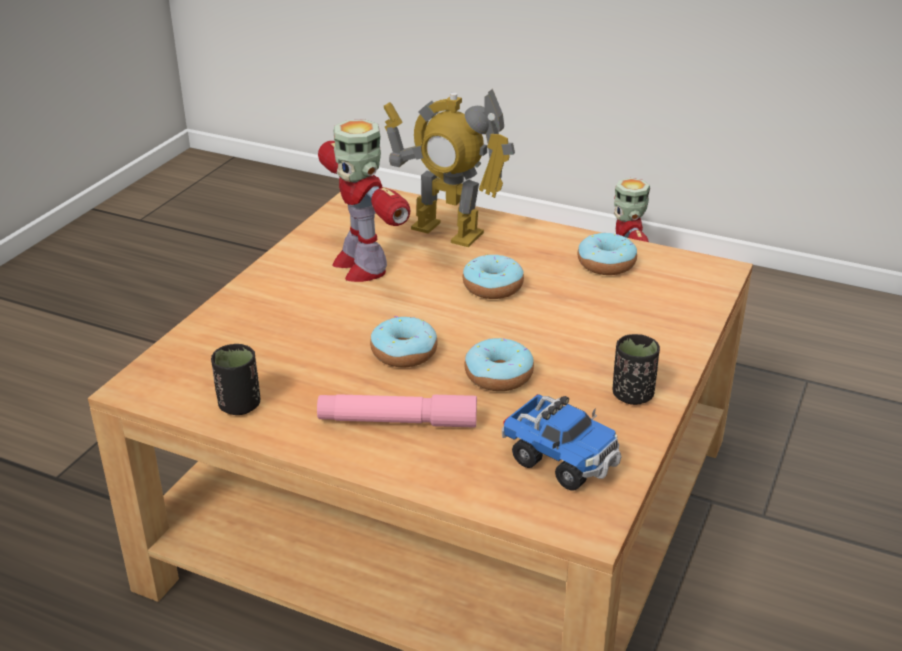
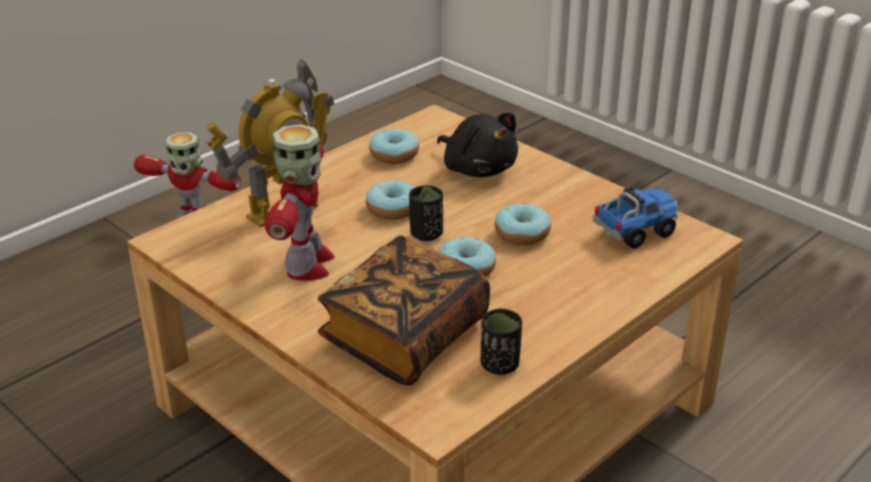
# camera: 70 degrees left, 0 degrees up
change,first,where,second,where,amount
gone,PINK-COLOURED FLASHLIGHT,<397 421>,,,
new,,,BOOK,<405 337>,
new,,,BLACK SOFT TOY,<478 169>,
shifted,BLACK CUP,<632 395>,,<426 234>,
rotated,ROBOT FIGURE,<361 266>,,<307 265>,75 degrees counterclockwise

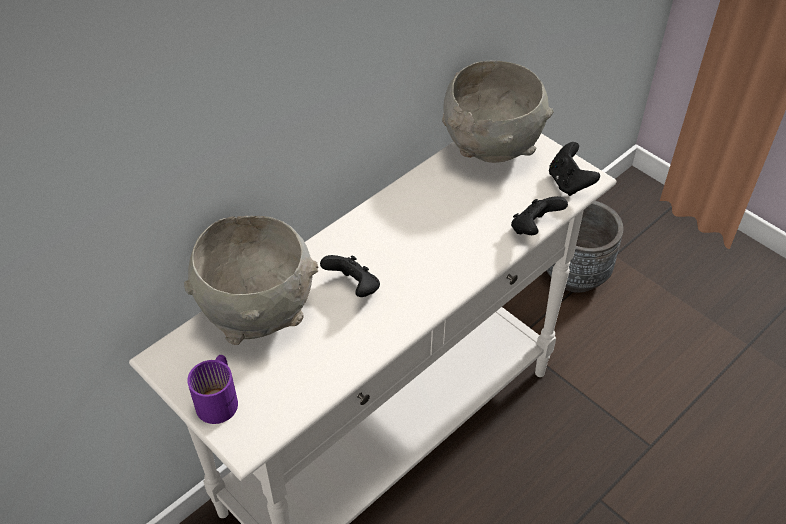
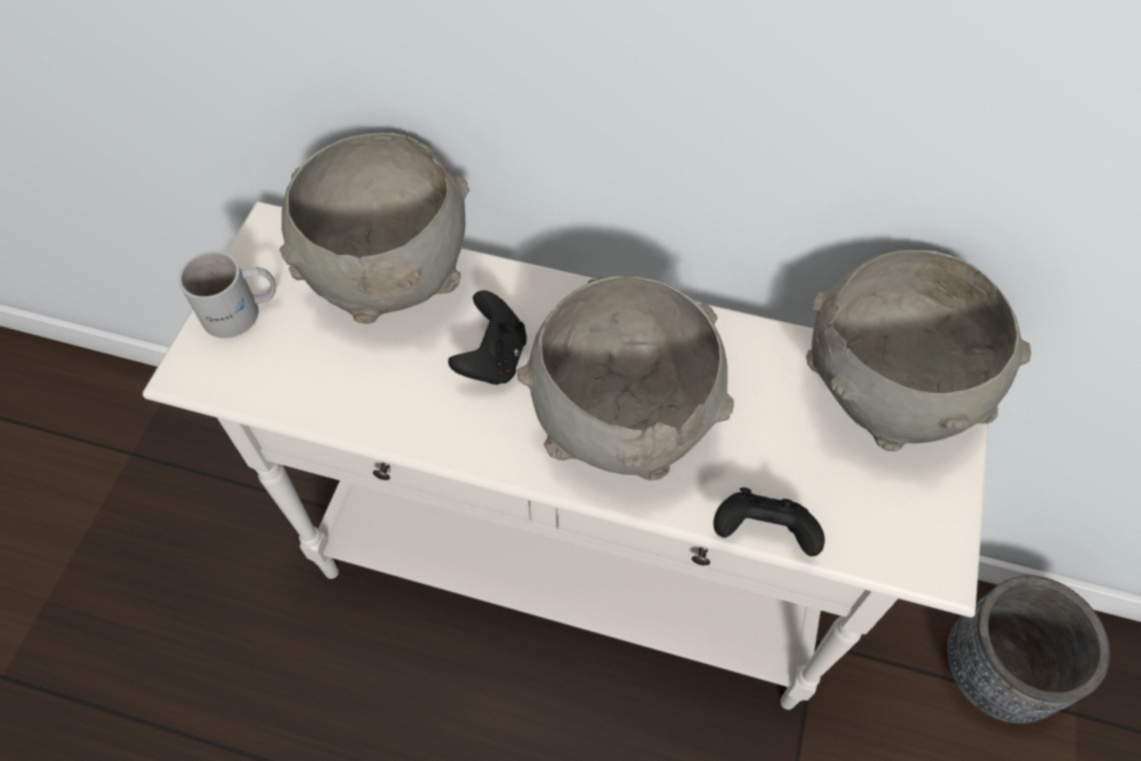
# camera: 60 degrees right, 10 degrees up
change,first,where,second,where,amount
gone,BLACK GAMEPAD,<569 183>,,,
new,,,GRAY BOWL,<622 423>,
repainted,PURPLISH COFFEE MUG,<220 398>,WHITISH COFFEE MUG,<242 312>,

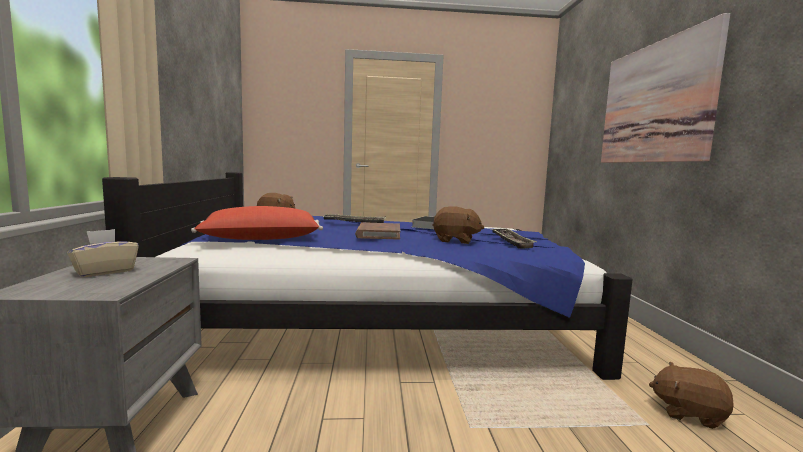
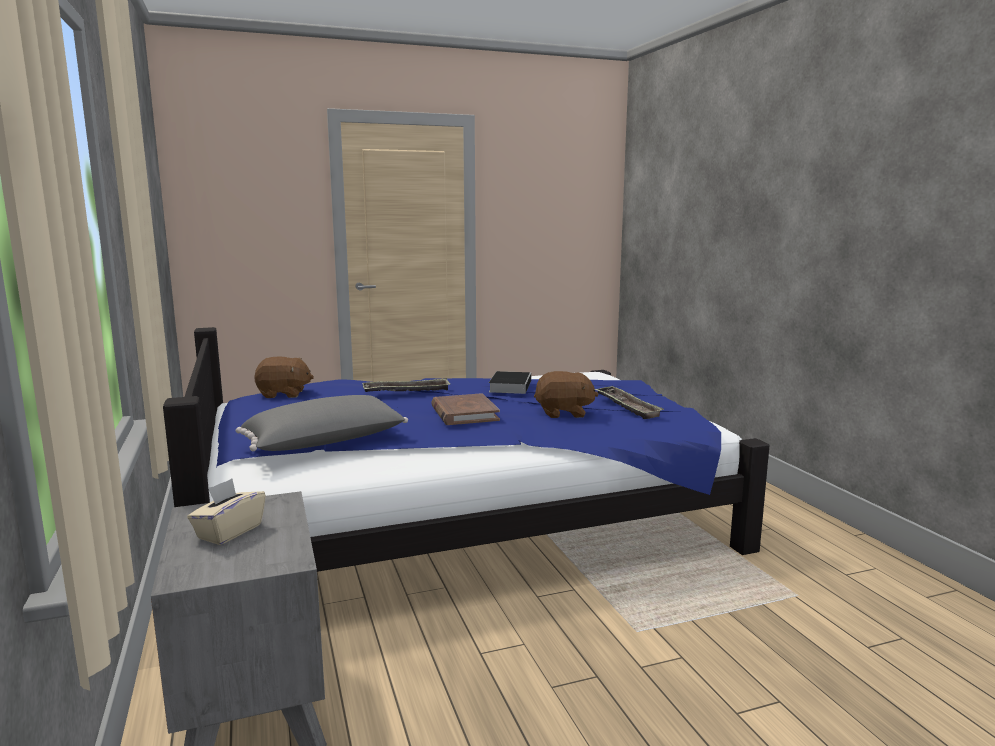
# camera: 15 degrees left, 5 degrees up
change,first,where,second,where,amount
gone,WALL PICTURE,<654 103>,,,
gone,BROWNISH SOFT TOY,<688 413>,,,
repainted,RED CUSHION,<261 240>,GRAY CUSHION,<325 444>,

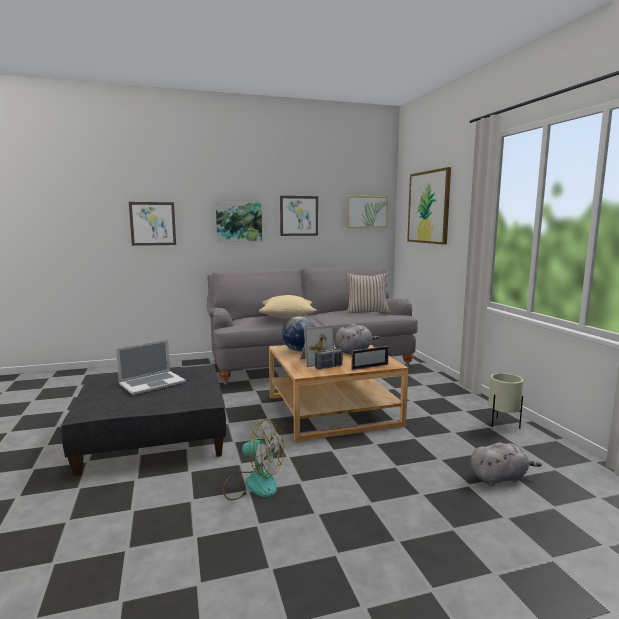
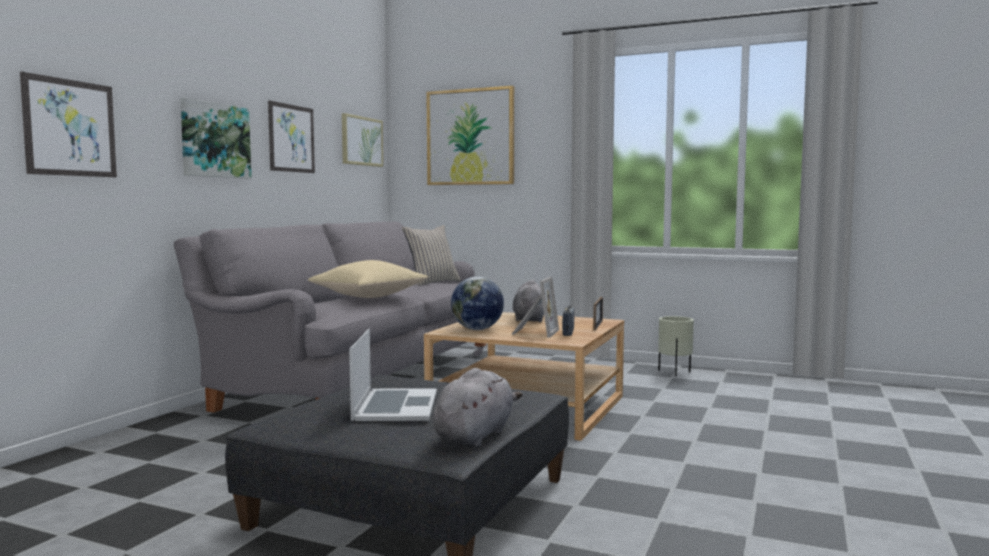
# camera: 50 degrees left, 5 degrees down
change,first,where,second,where,amount
gone,COOLING FAN,<253 484>,,,
shifted,GRAY SOFT TOY,<499 478>,,<475 435>,

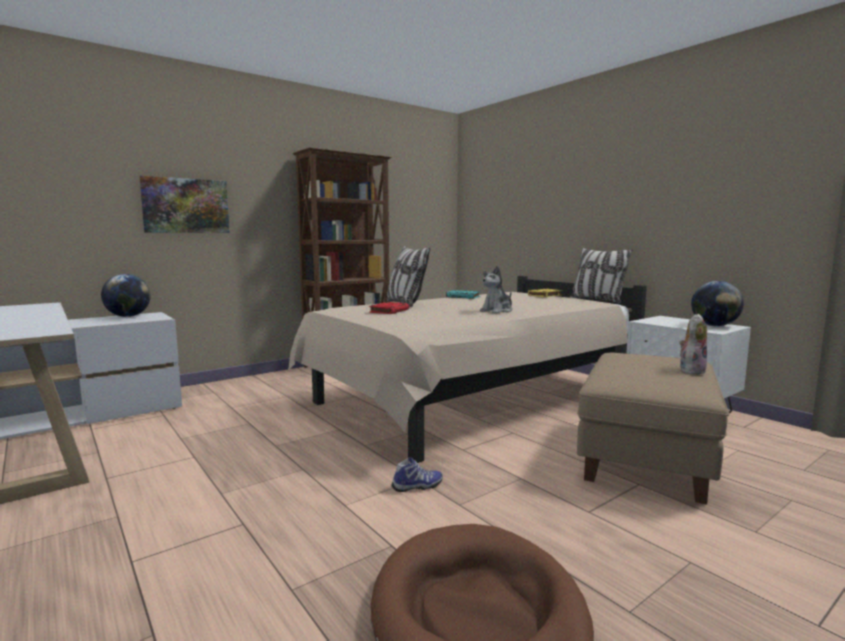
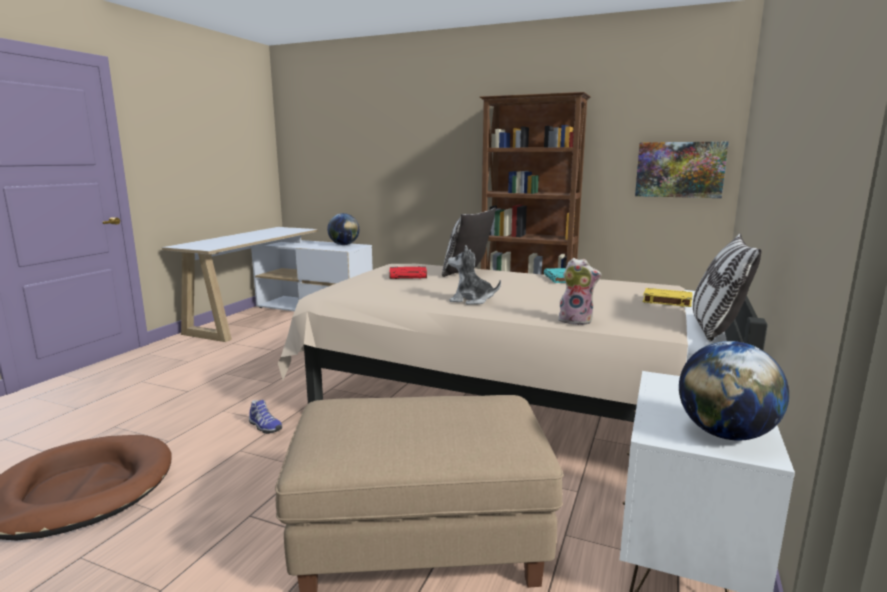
# camera: 60 degrees right, 5 degrees up
change,first,where,second,where,amount
shifted,WALL PICTURE,<186 205>,,<680 169>,
shifted,SOFT TOY,<691 370>,,<576 321>,

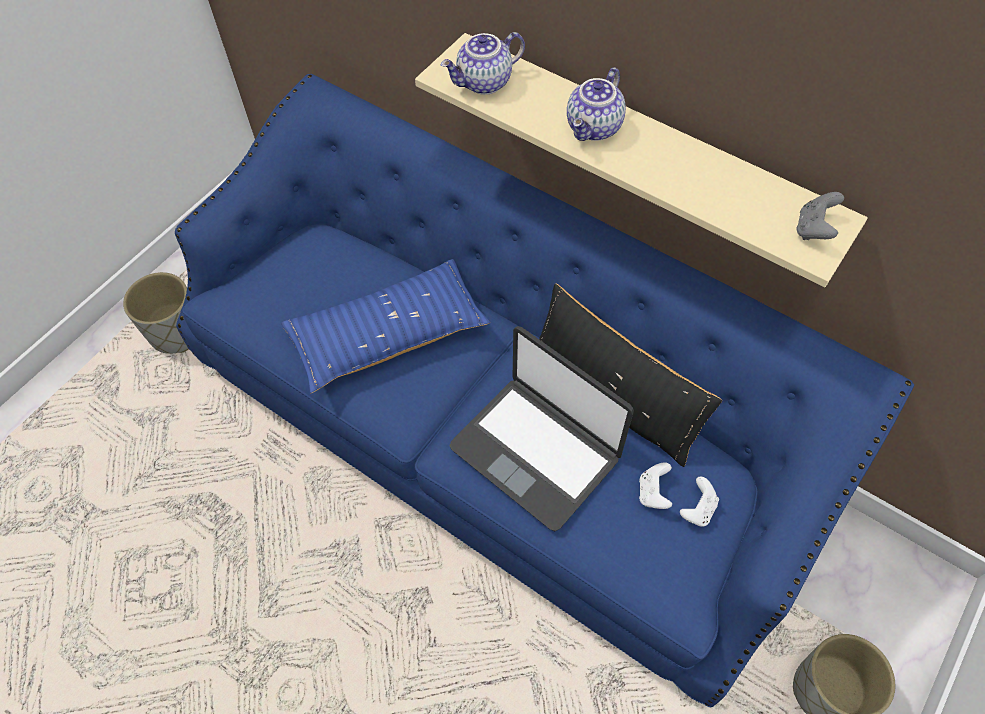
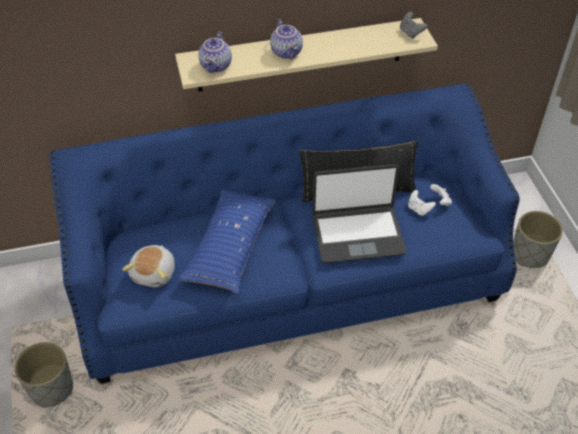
# camera: 50 degrees left, 10 degrees down
change,first,where,second,where,amount
new,,,SOFT TOY,<154 273>,

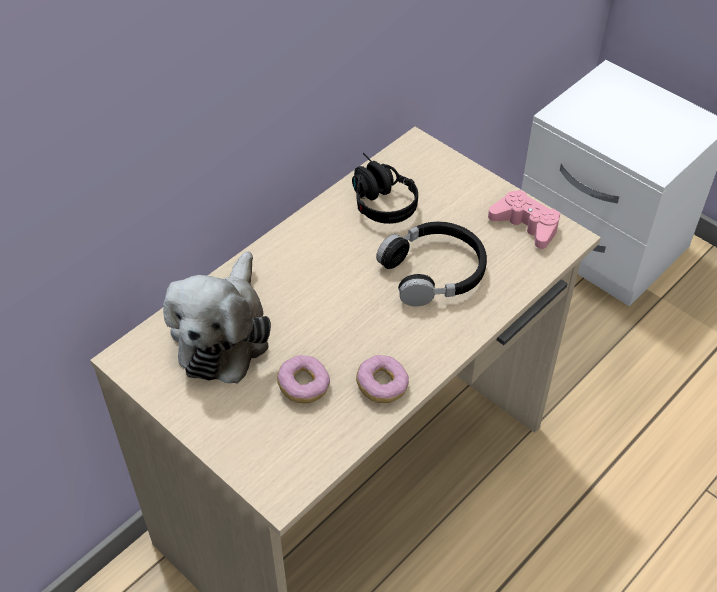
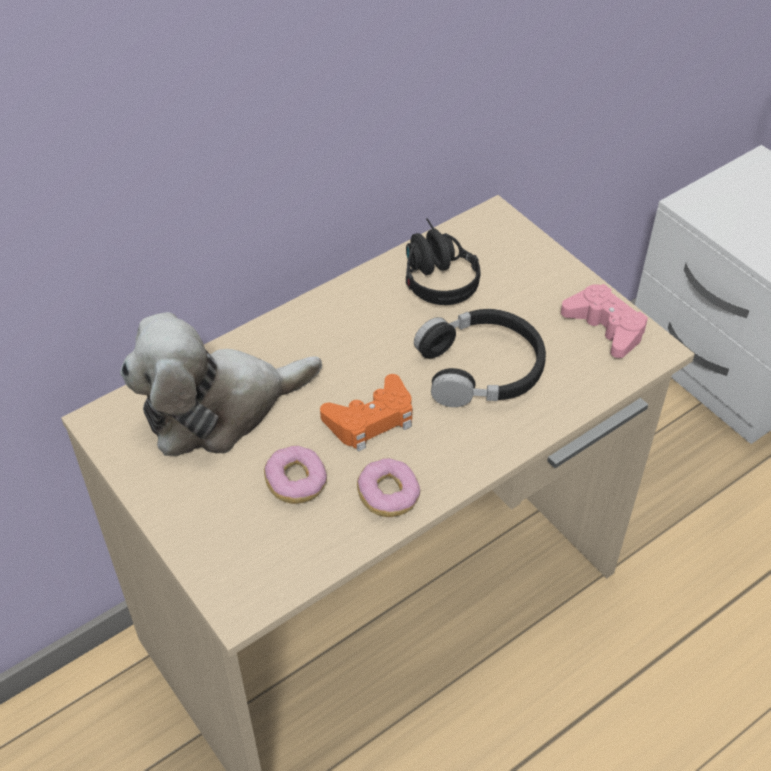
# camera: 10 degrees right, 0 degrees up
change,first,where,second,where,amount
new,,,ORANGE-COLOURED GAMEPAD,<371 419>,
rotated,SOFT TOY,<223 333>,,<218 408>,45 degrees clockwise

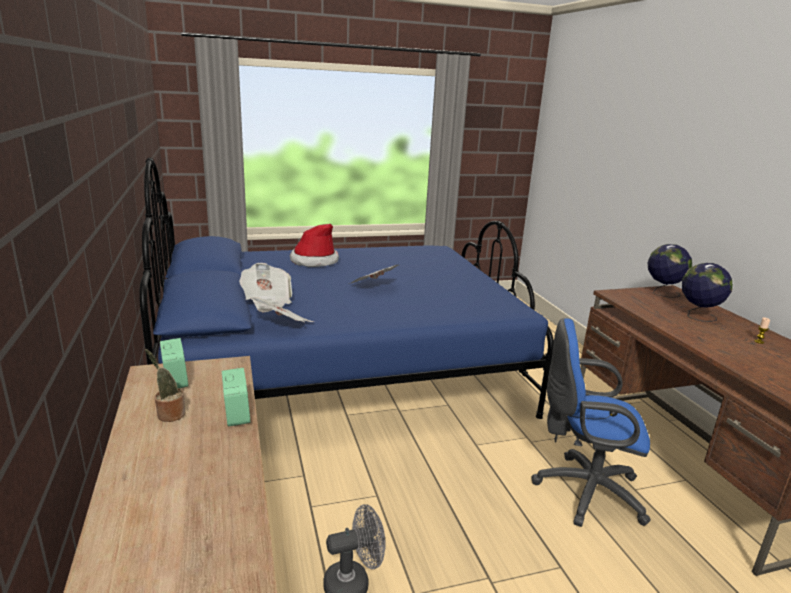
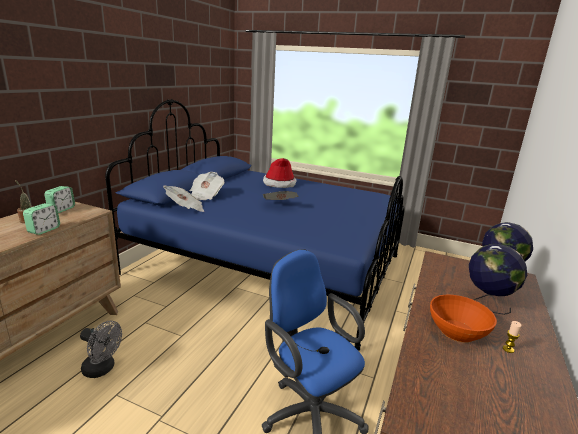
# camera: 40 degrees right, 0 degrees up
change,first,where,second,where,amount
new,,,ORANGE-COLOURED BOWL,<458 331>,

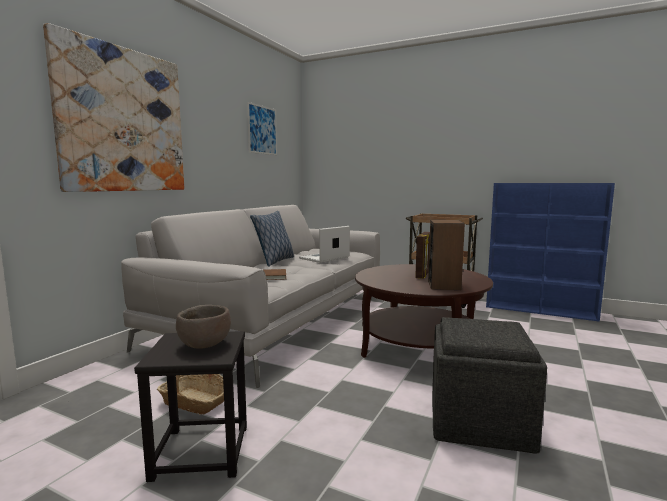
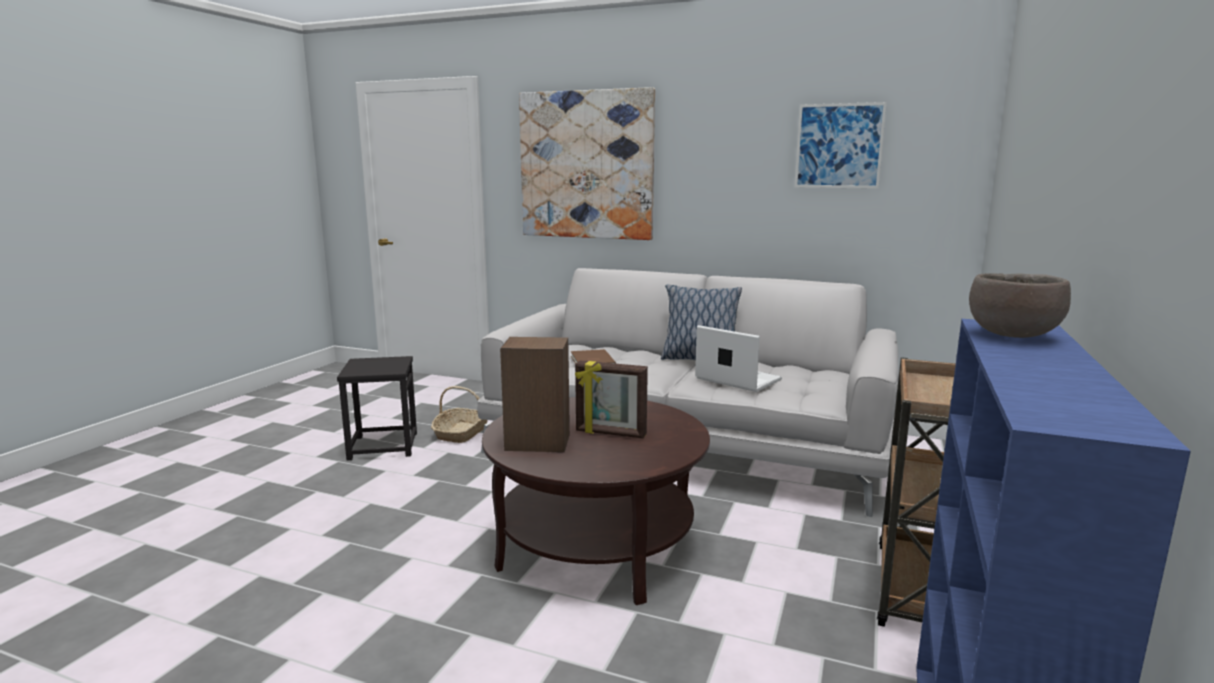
# camera: 85 degrees right, 5 degrees up
change,first,where,second,where,amount
gone,GRAY FOOTREST,<480 421>,,,
shifted,BROWNISH BOWL,<205 345>,,<1013 336>,

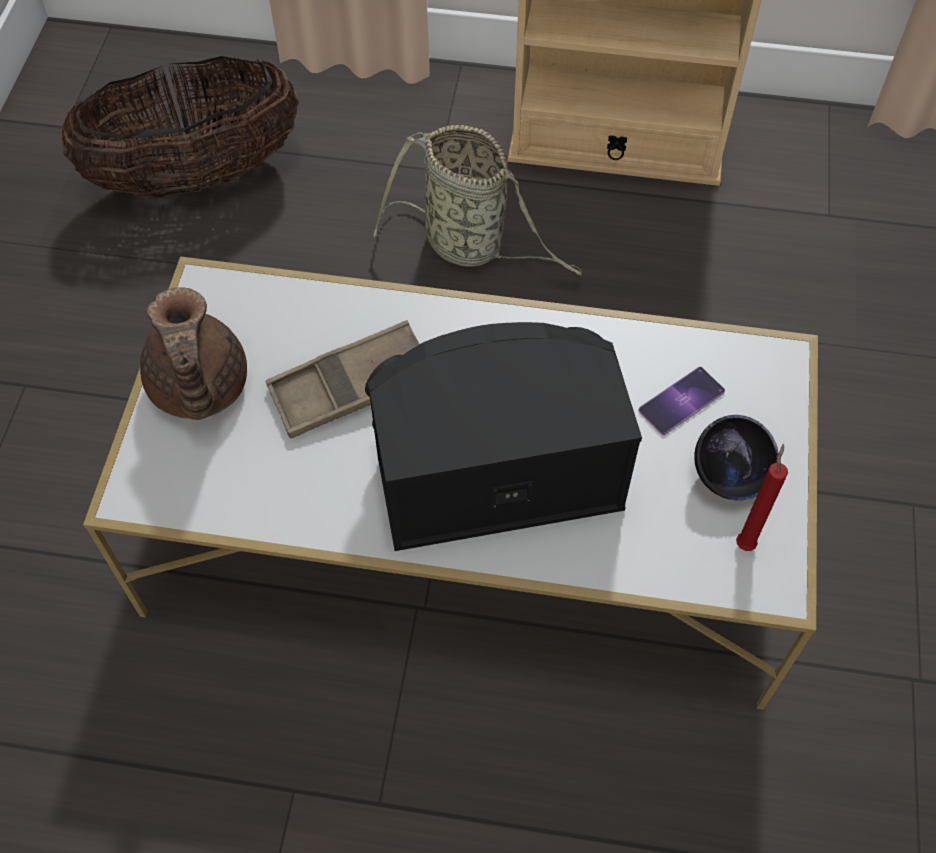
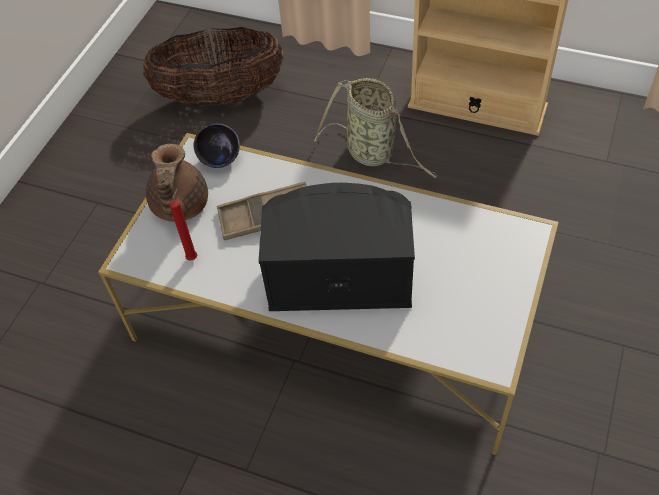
# camera: 15 degrees right, 5 degrees down
change,first,where,second,where,amount
gone,PHONE,<681 401>,,,
shifted,BLACK BOWL,<729 476>,,<220 159>,
shifted,RED WAX LIGHT,<745 542>,,<193 257>,

